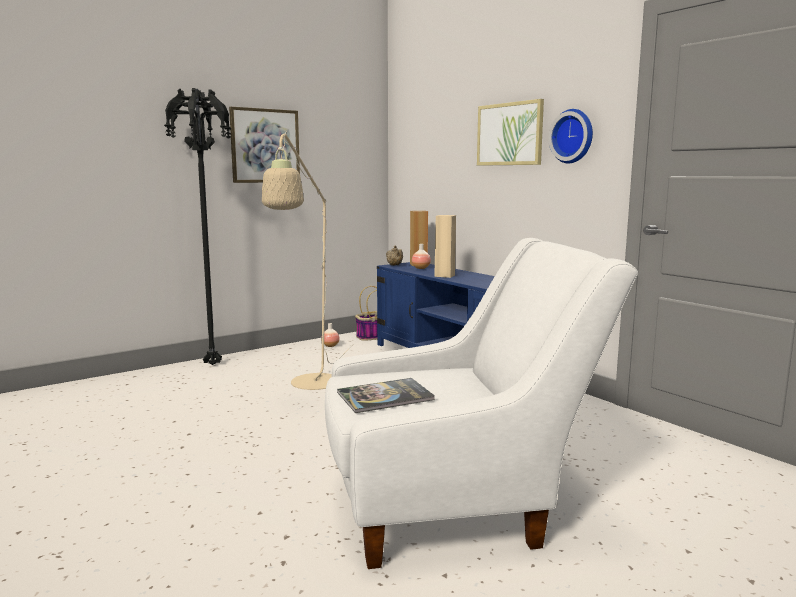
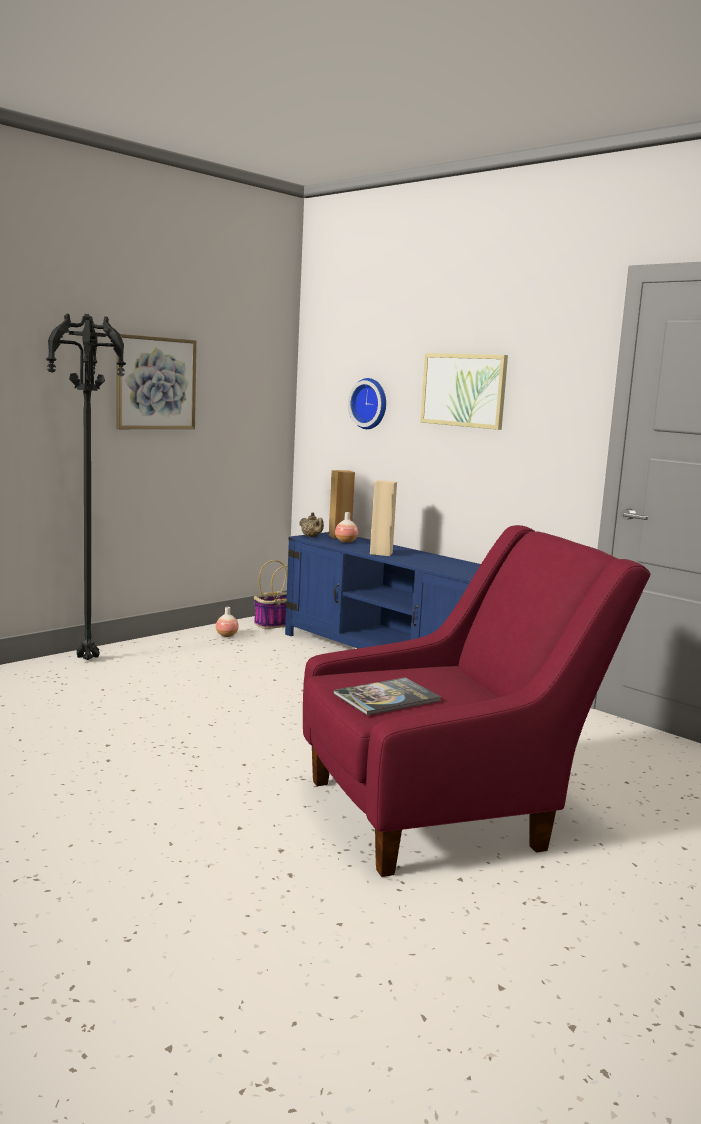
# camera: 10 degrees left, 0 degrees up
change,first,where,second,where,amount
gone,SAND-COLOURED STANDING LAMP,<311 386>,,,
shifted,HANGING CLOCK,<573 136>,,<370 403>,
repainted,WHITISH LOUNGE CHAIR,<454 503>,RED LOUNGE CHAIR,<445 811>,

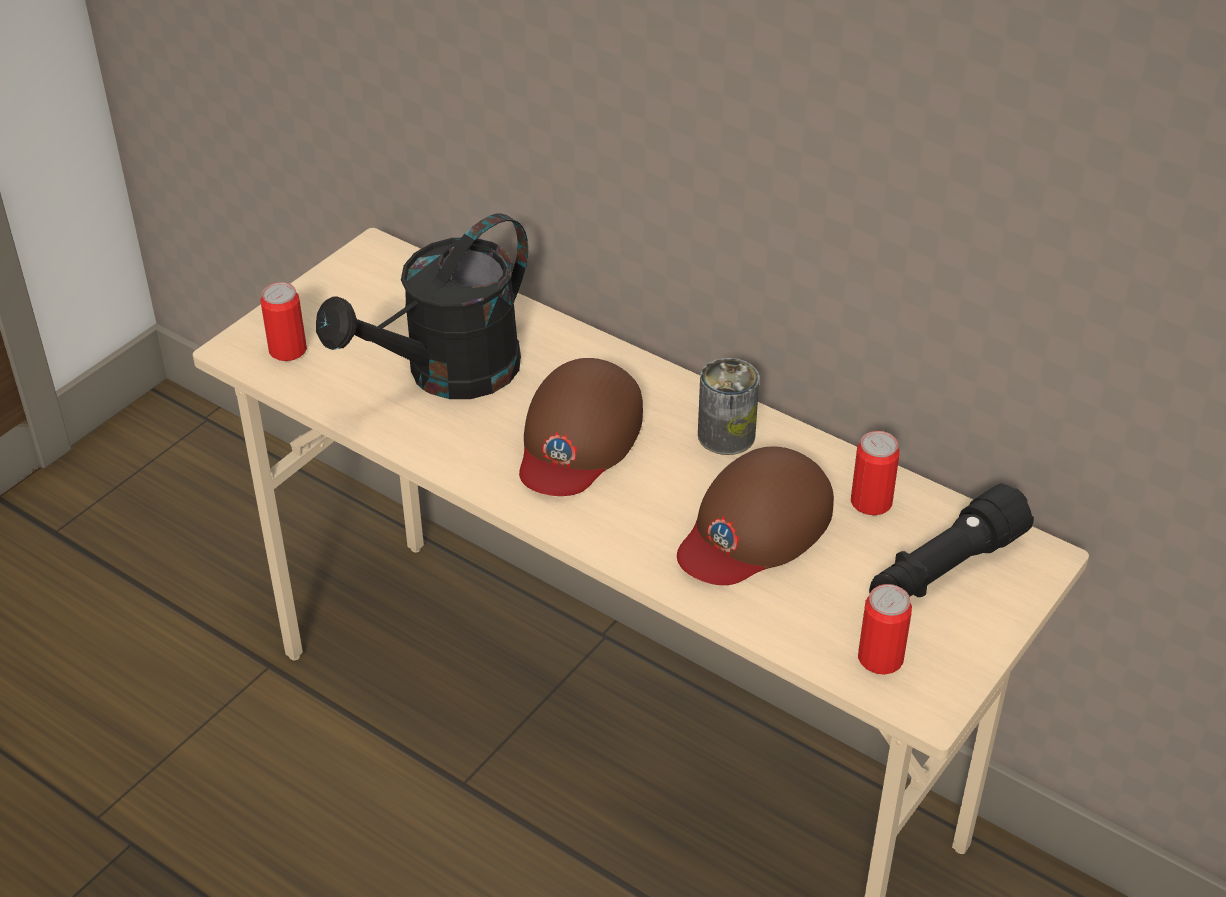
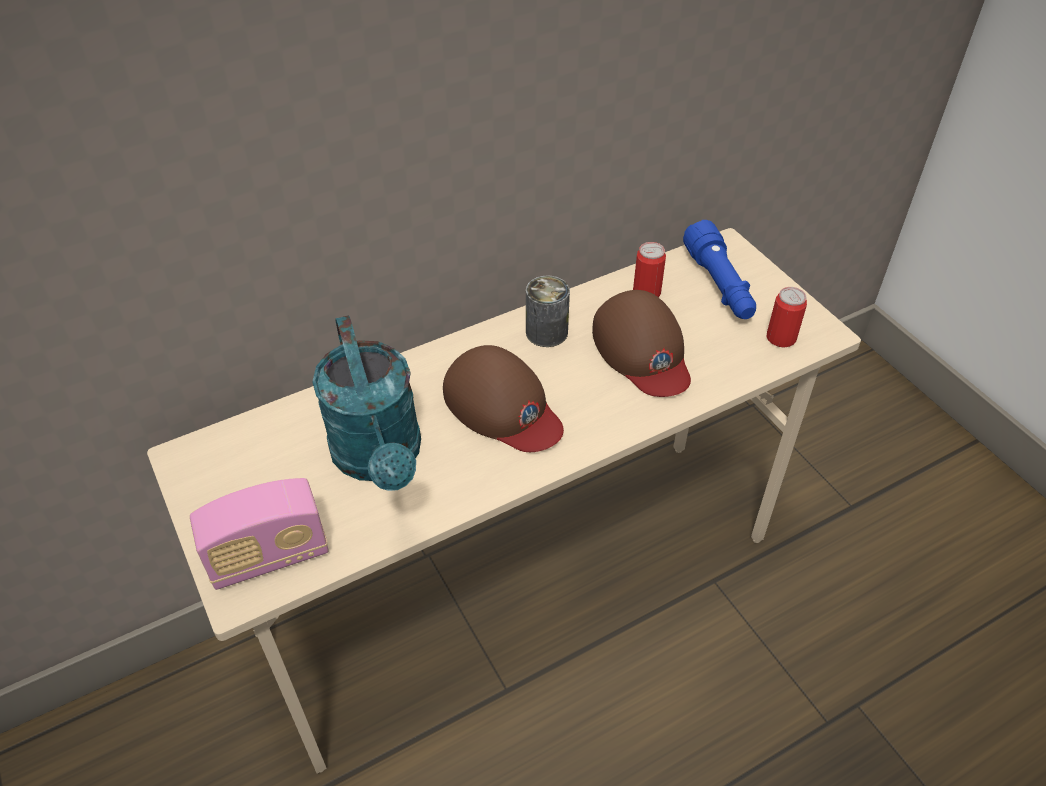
# camera: 65 degrees left, 5 degrees up
change,first,where,second,where,amount
swapped,SEALED CAN,<288 350>,RADIO RECEIVER,<269 556>,
repainted,BLACK WATERING POT,<447 375>,BLUE-GREEN WATERING POT,<380 458>,
repainted,BLACK FLASHLIGHT,<943 570>,BLUE-COLOURED FLASHLIGHT,<719 285>,

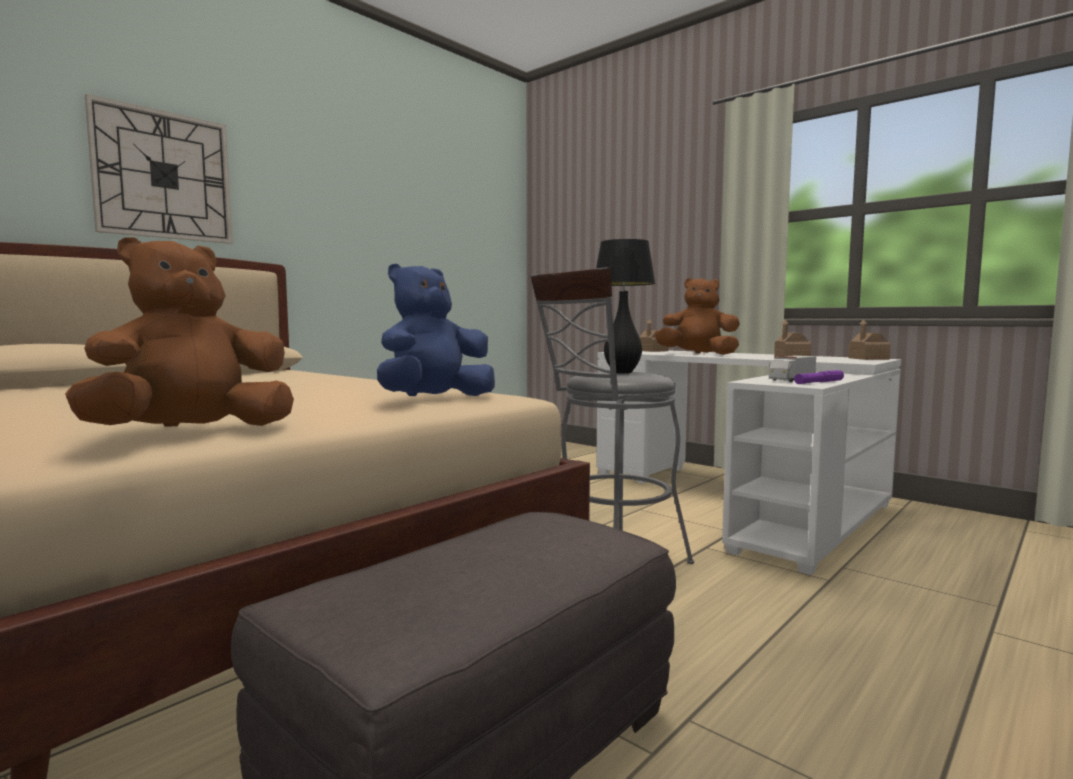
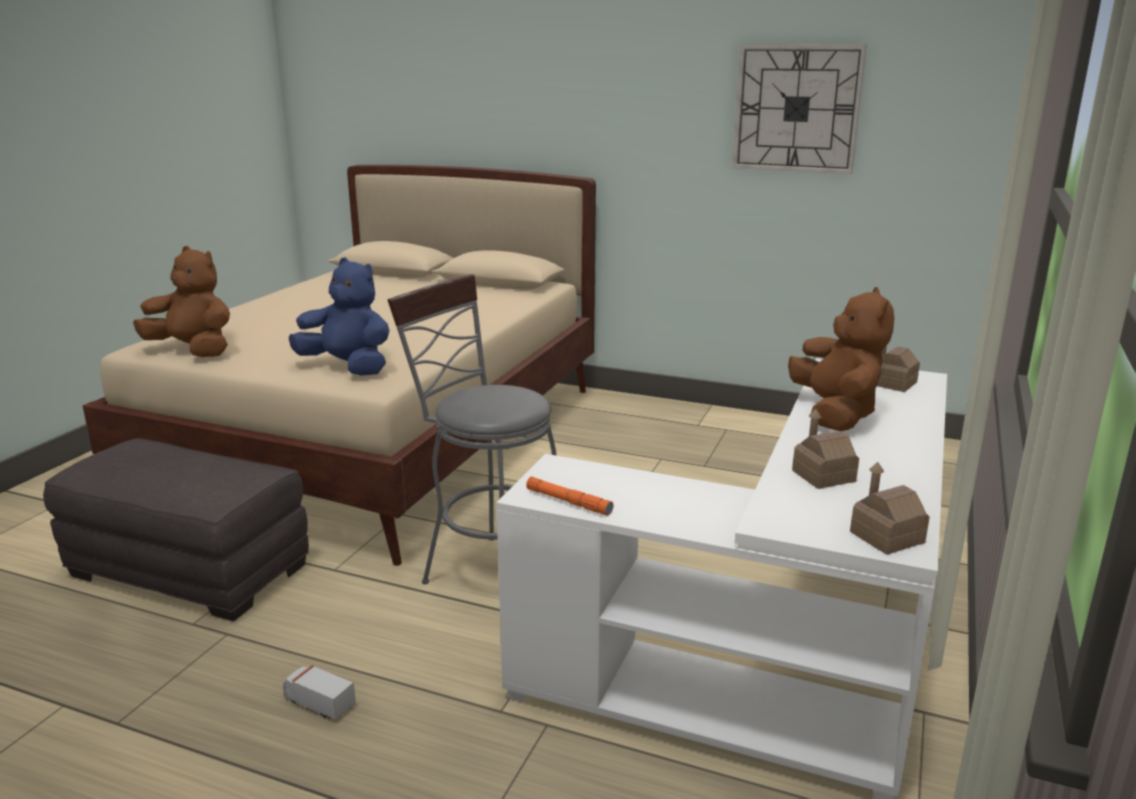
# camera: 70 degrees right, 15 degrees up
change,first,where,second,where,amount
gone,BLACK TABLETOP LAMP,<622 372>,,,
shifted,HANGING CLOCK,<163 175>,,<796 108>,
shifted,MODEL TRUCK,<791 380>,,<318 703>,
repainted,PURPLISH FLASHLIGHT,<819 382>,ORANGE-COLOURED FLASHLIGHT,<568 502>,

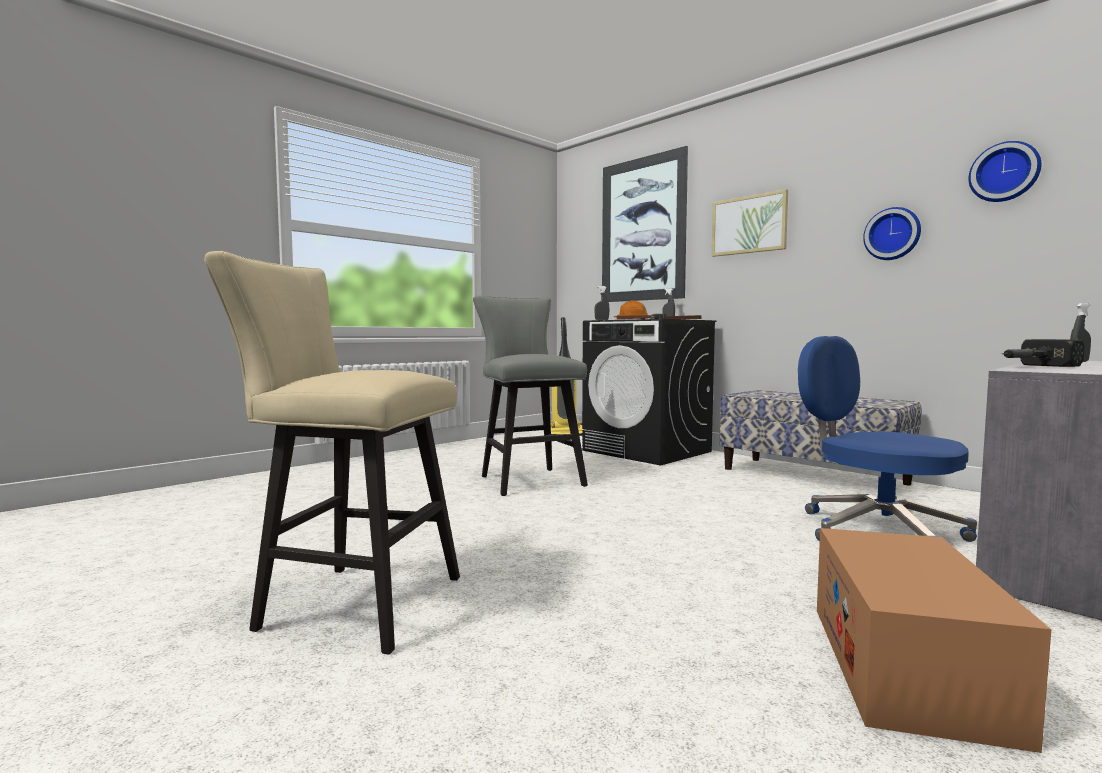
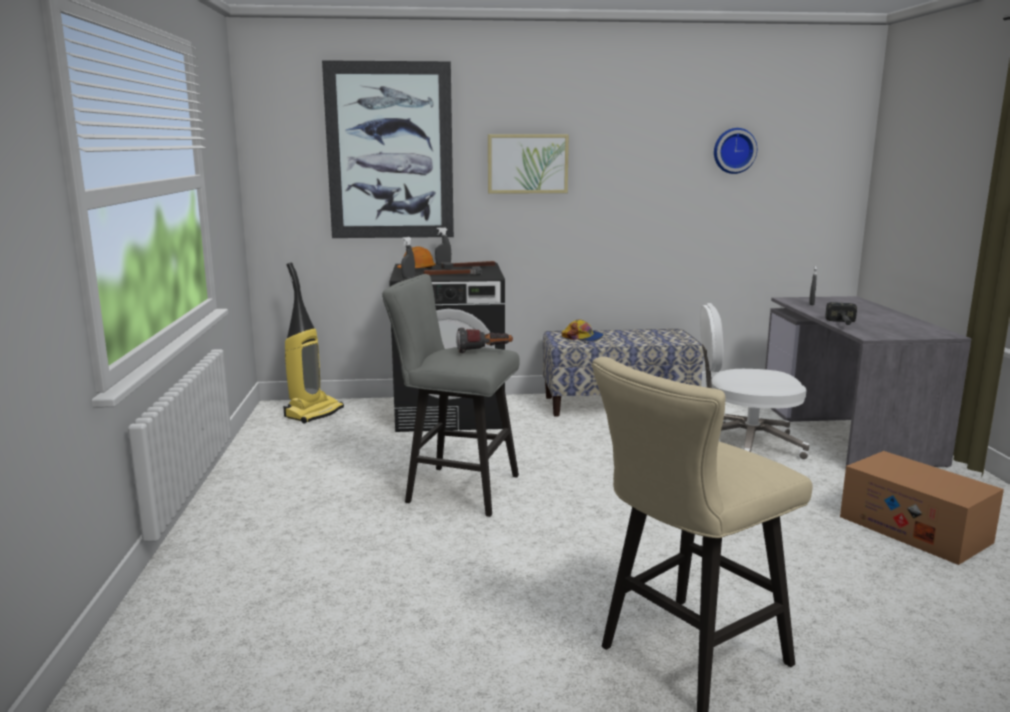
# camera: 50 degrees left, 10 degrees up
change,first,where,second,where,amount
gone,HANGING CLOCK,<892 234>,,,
new,,,FLASHLIGHT,<484 352>,
new,,,PEAKED CAP,<583 337>,
repainted,BLUE-COLOURED COMPUTER CHAIR,<877 531>,WHITISH COMPUTER CHAIR,<745 445>,

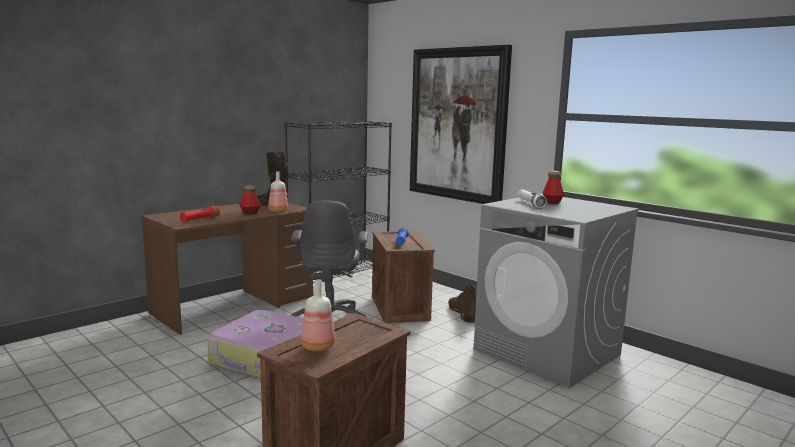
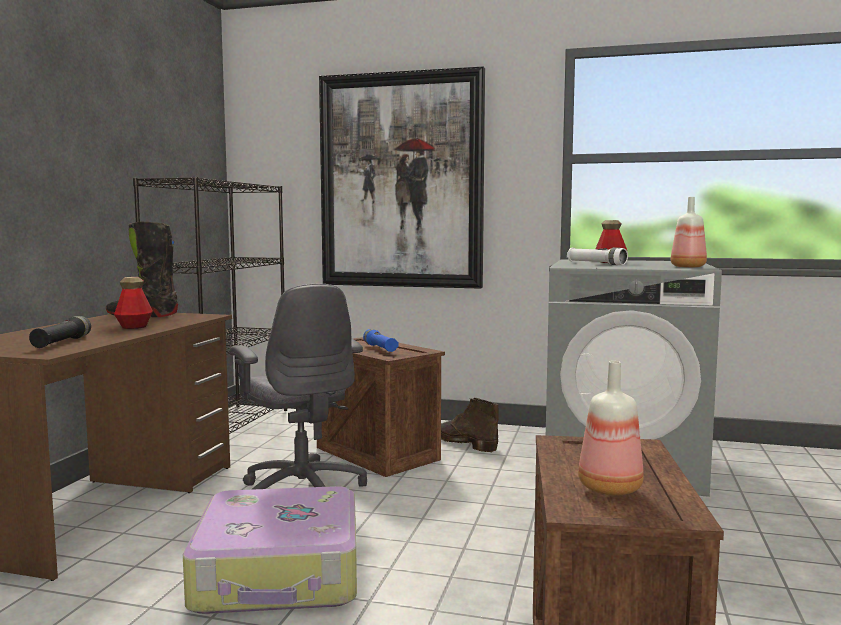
# camera: 30 degrees left, 5 degrees down
change,first,where,second,where,amount
shifted,BEVERAGE BOTTLE,<278 211>,,<689 267>,
repainted,RED FLASHLIGHT,<200 219>,BLACK FLASHLIGHT,<62 343>,

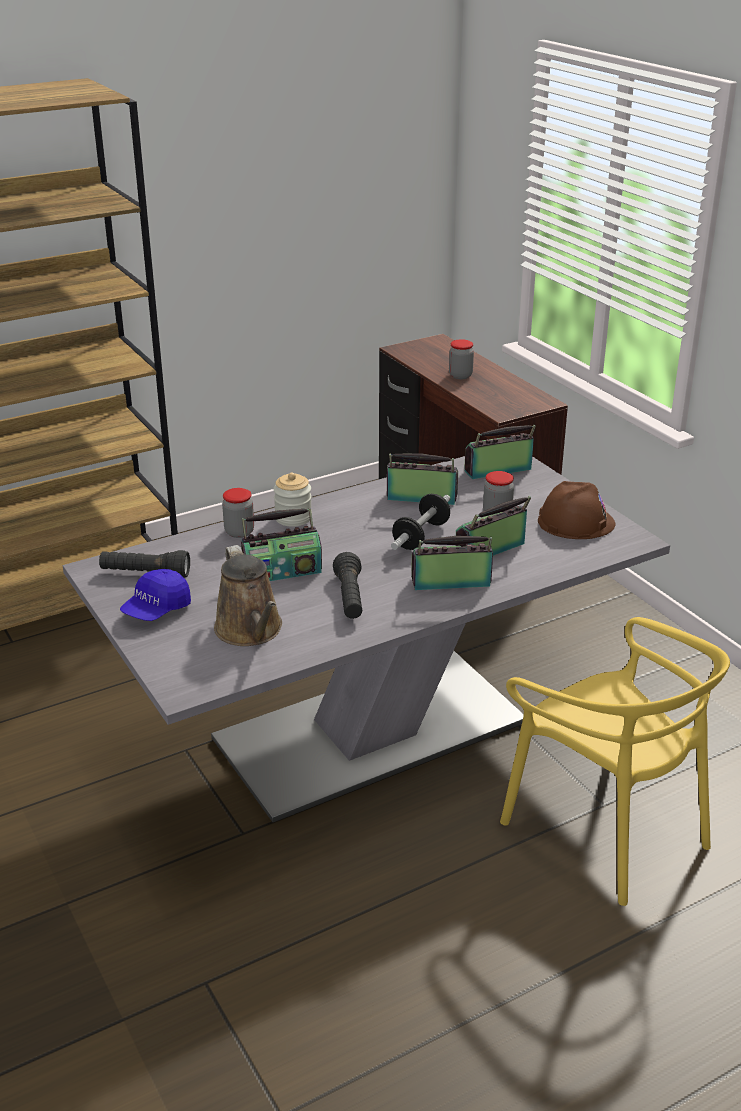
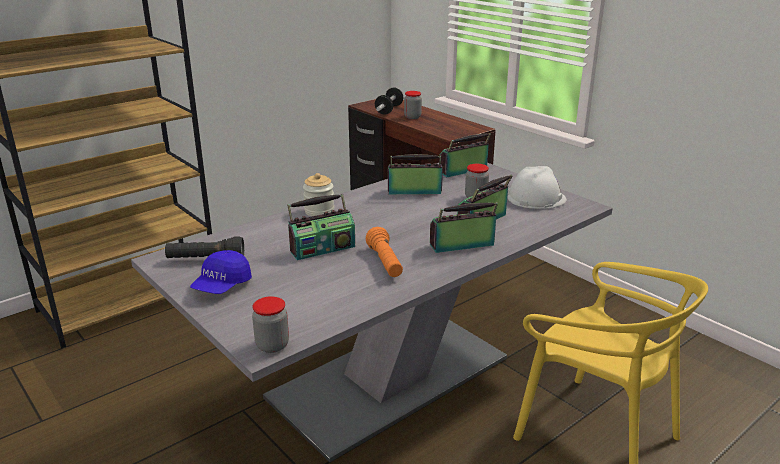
# camera: 10 degrees left, 5 degrees down
change,first,where,second,where,amount
gone,BROWNISH WATERING POT,<251 631>,,,
shifted,STORAGE JAR,<239 532>,,<272 345>,
shifted,FREE WEIGHT,<421 536>,,<389 110>,
repainted,BLACK FLASHLIGHT,<350 598>,ORANGE-COLOURED FLASHLIGHT,<385 263>,
repainted,BROWNISH SAFETY HELMET,<576 522>,WHITISH SAFETY HELMET,<536 198>,

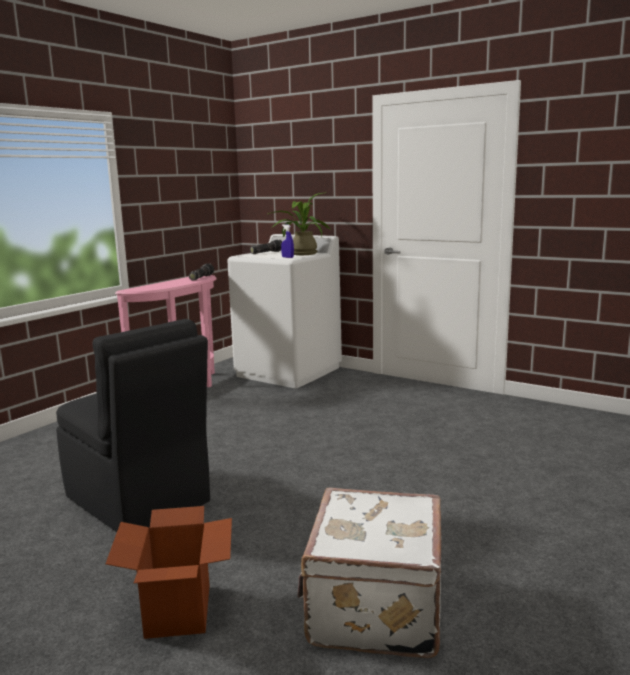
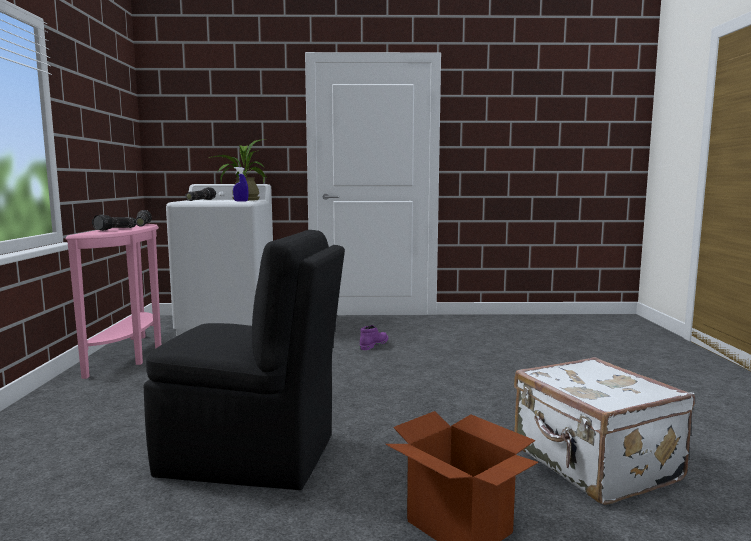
# camera: 35 degrees left, 5 degrees down
change,first,where,second,where,amount
new,,,FLASHLIGHT,<116 229>,
new,,,PURPLISH BOOT,<373 345>,

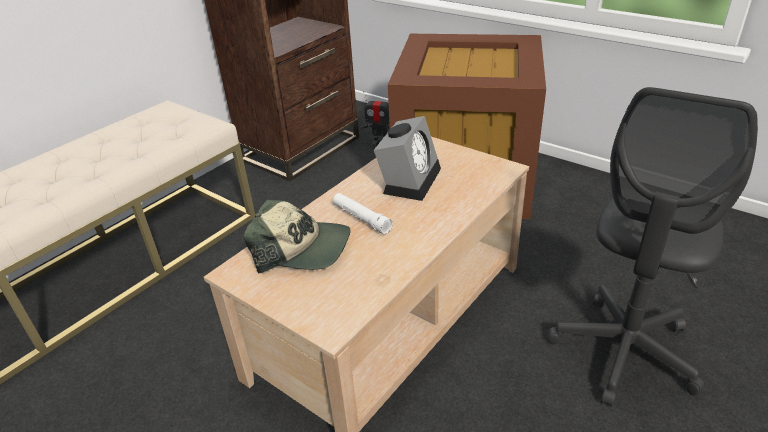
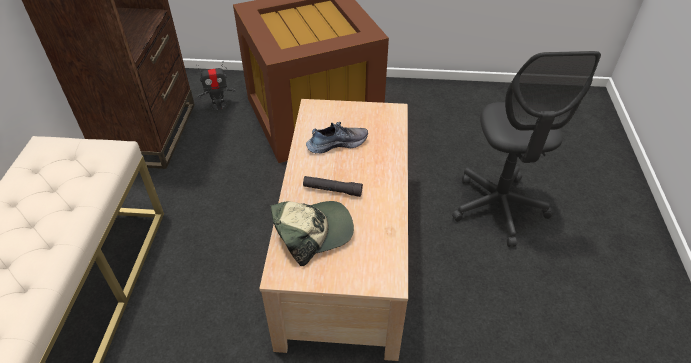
# camera: 35 degrees left, 10 degrees up
change,first,where,second,where,amount
swapped,BEDSIDE CLOCK,<410 179>,SHOE,<337 143>,
repainted,WHITISH FLASHLIGHT,<361 218>,BLACK FLASHLIGHT,<332 190>,

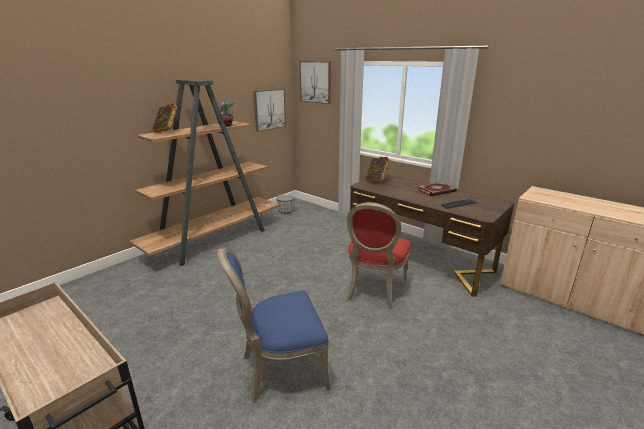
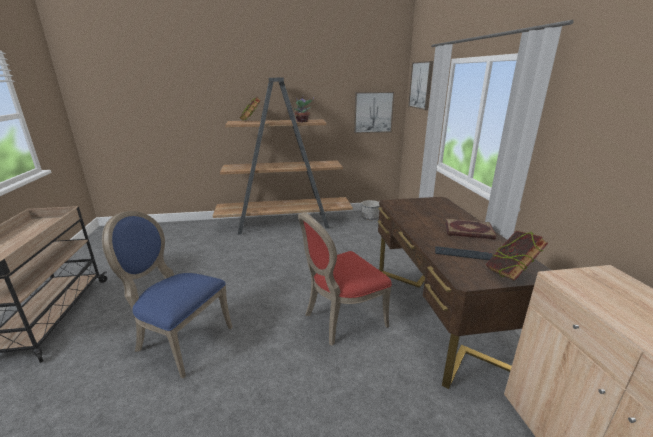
# camera: 40 degrees right, 0 degrees up
change,first,where,second,where,amount
shifted,BOOK,<376 181>,,<510 275>,

